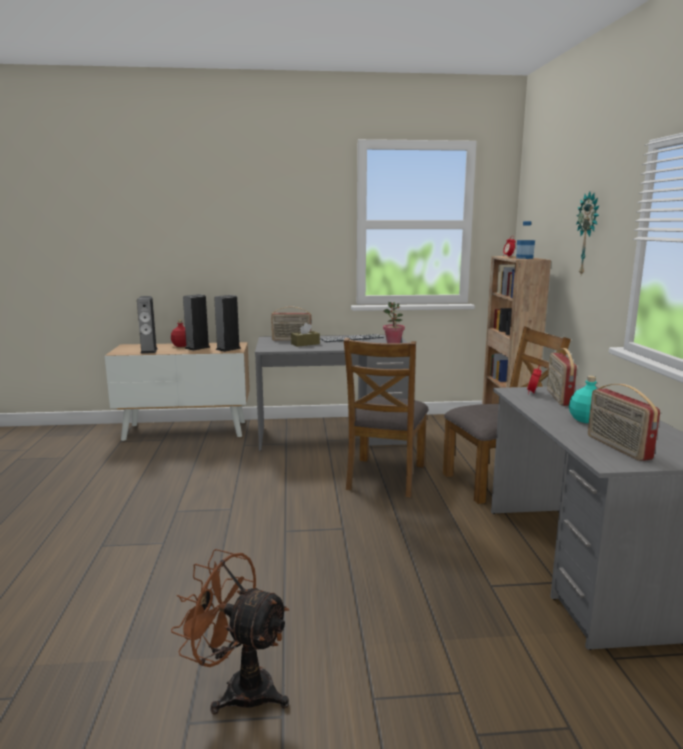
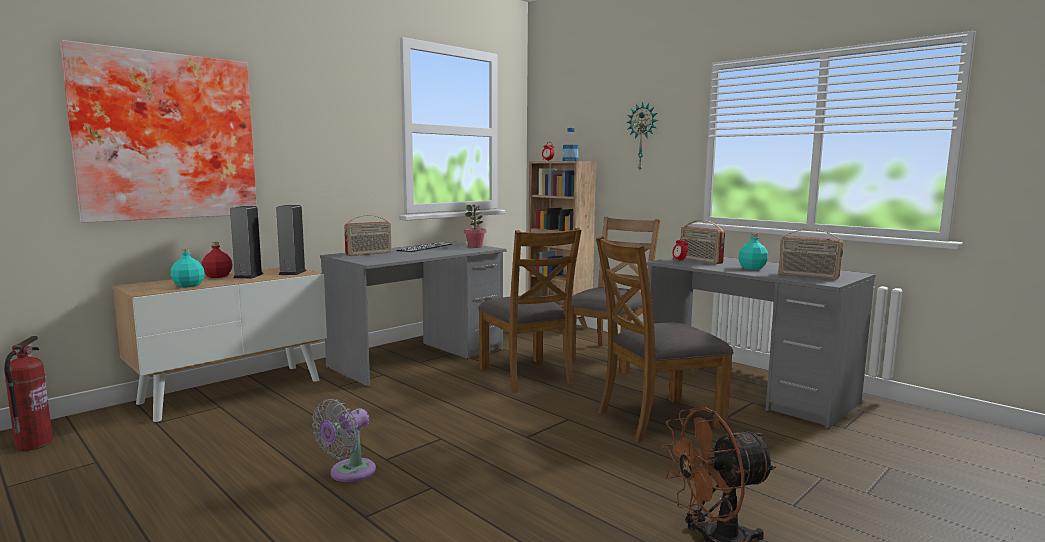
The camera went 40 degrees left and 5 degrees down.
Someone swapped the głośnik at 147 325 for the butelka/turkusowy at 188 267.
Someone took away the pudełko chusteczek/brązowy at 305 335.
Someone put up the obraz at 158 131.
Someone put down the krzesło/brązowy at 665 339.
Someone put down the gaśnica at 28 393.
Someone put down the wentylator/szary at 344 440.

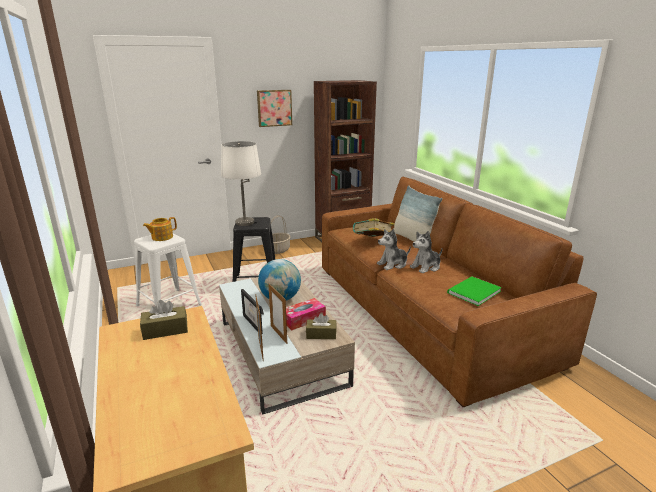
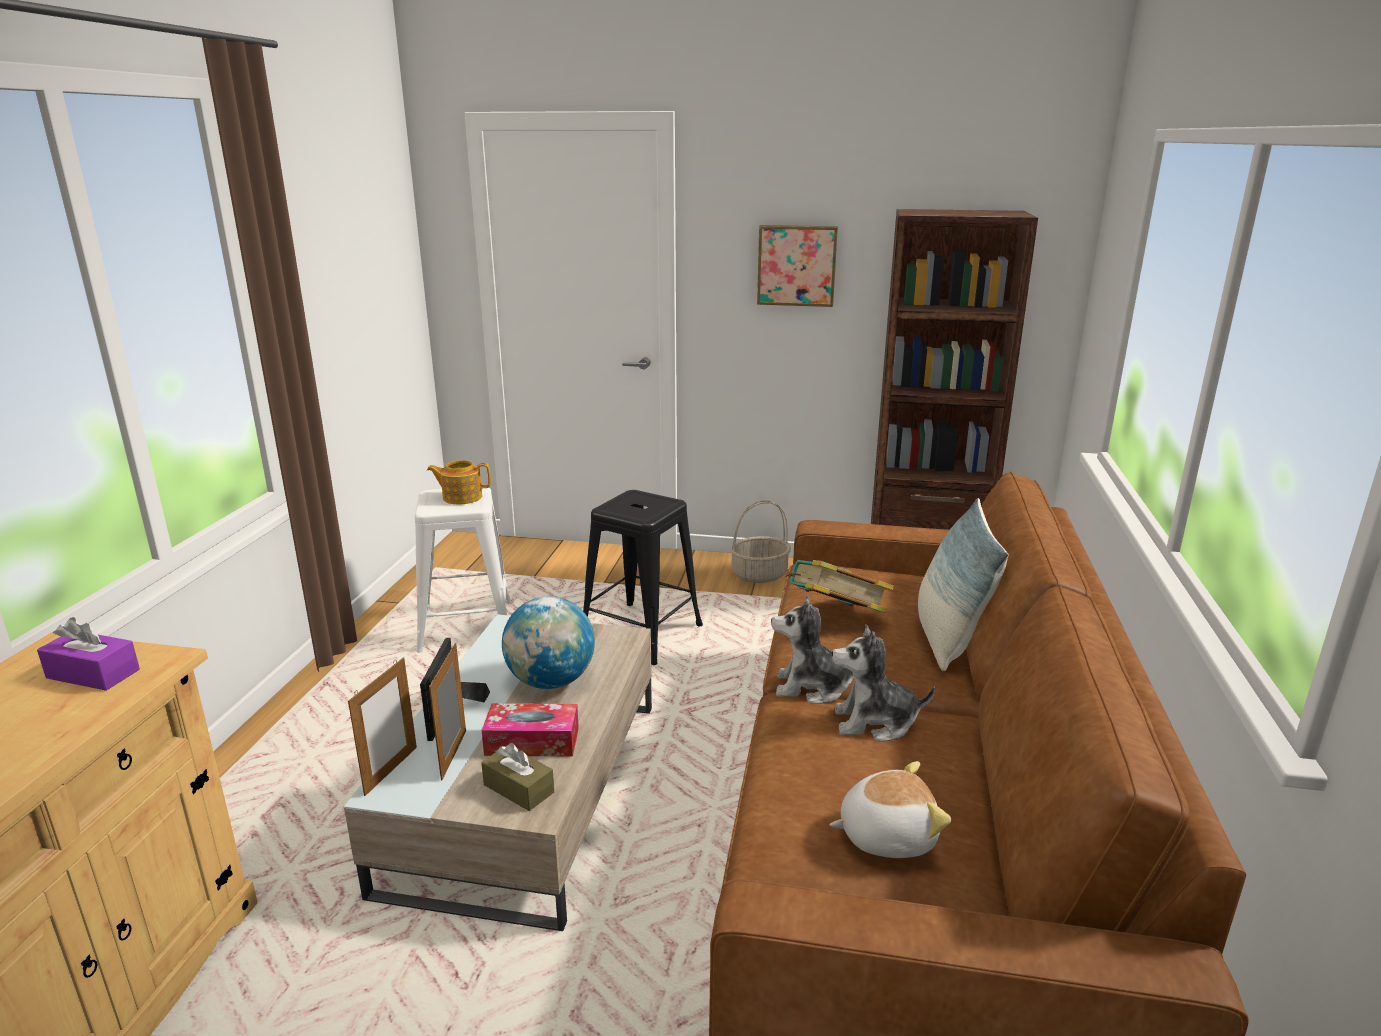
The camera went 35 degrees right and 0 degrees up.
Someone took away the lampa stołowa/biały at 241 183.
Someone swapped the książka/zielony at 474 291 for the pluszak at 890 809.
Someone repainted the pudełko chusteczek/brązowy at 164 320, which became the pudełko chusteczek/fioletowy at 88 654.

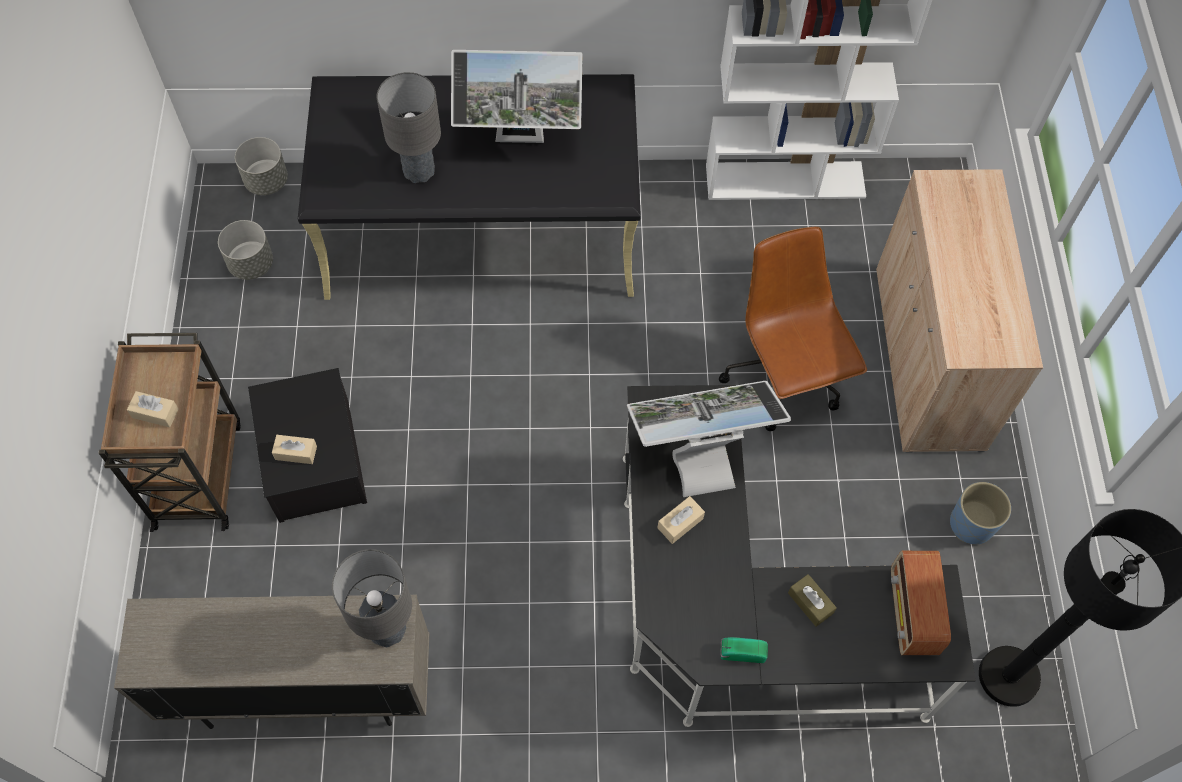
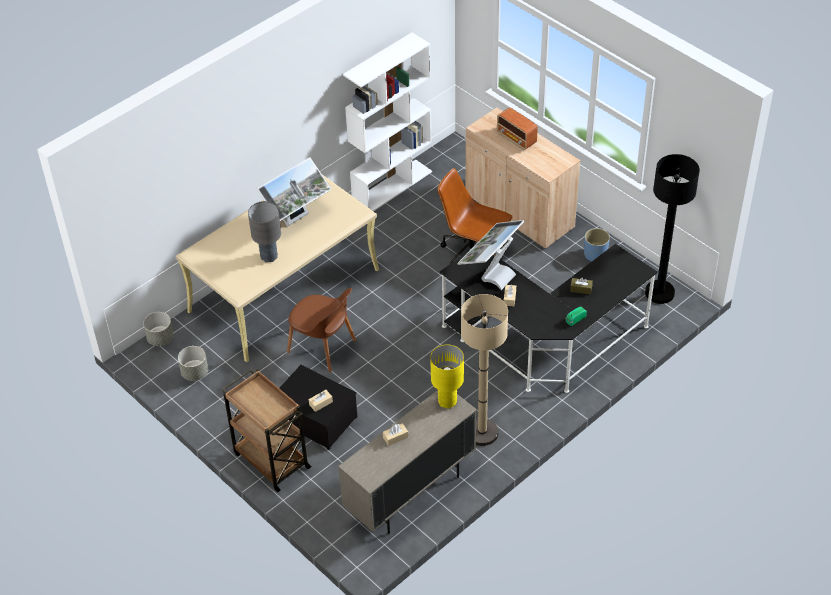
The camera went 40 degrees left and 15 degrees down.
Someone repainted the biurko/czarny at 469 187, which became the biurko/beżowy at 277 268.
Someone carried the pudełko chusteczek/beżowy from 153 409 to 395 434.
Someone repainted the lampa stołowa/szary at 372 598, which became the lampa stołowa/żółty at 447 377.
Someone carried the radio from 921 603 to 517 129.
Someone put down the krzesło/brązowy at 321 330.
Someone put down the lampa stojąca/beżowy at 484 370.

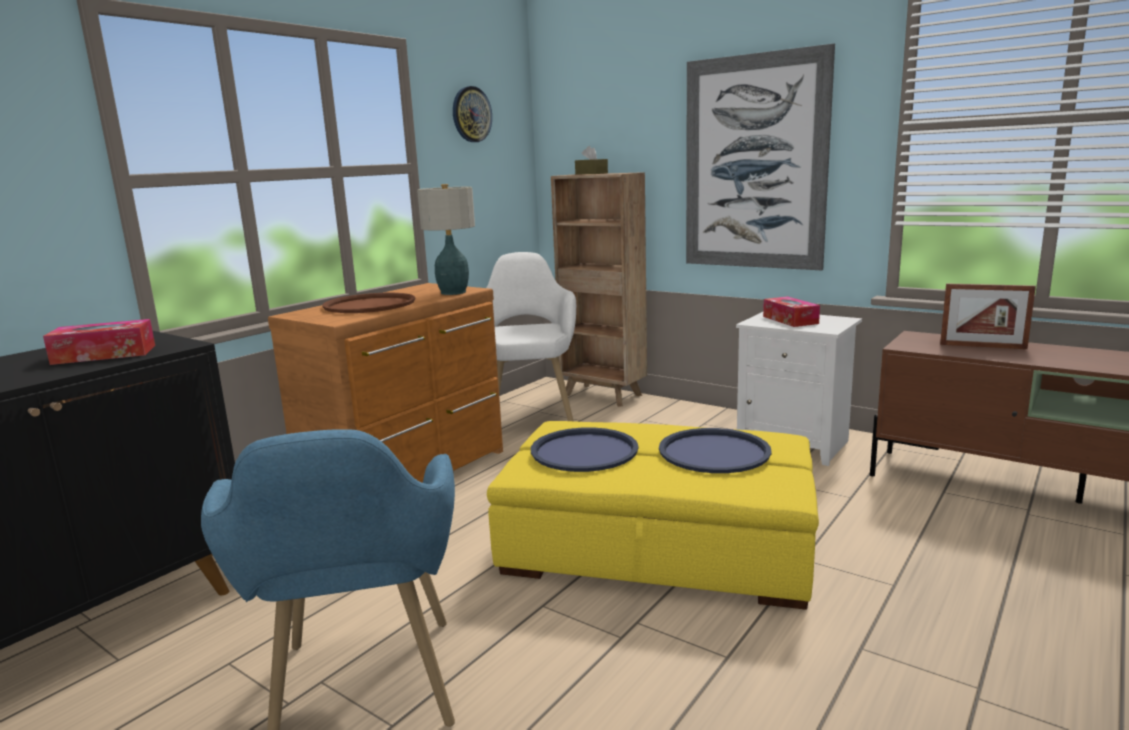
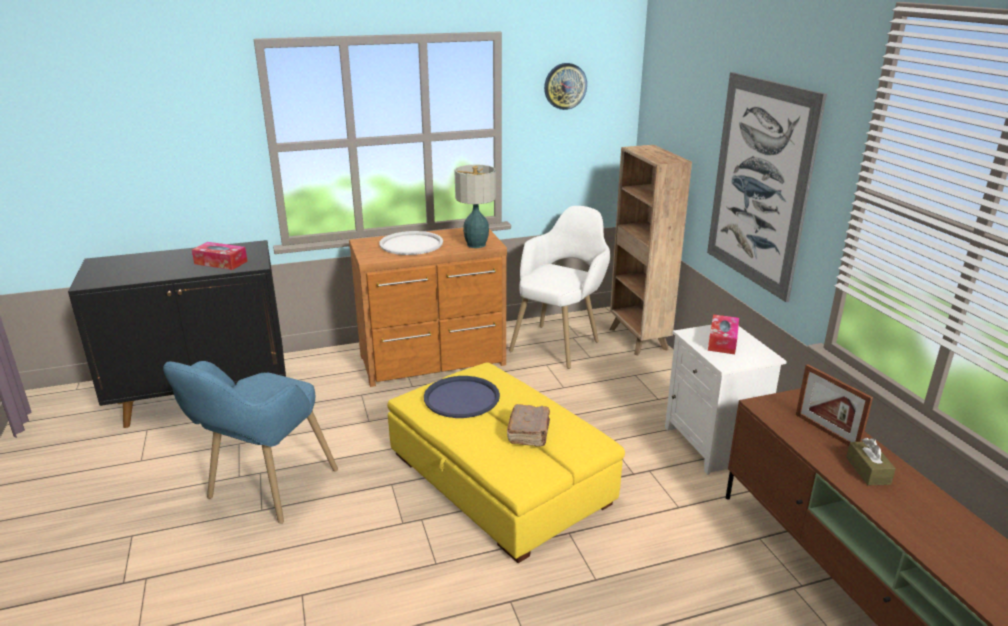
The camera went 35 degrees right and 10 degrees up.
Someone carried the pudełko chusteczek/brązowy from 591 160 to 871 461.
Someone repainted the taca/brązowy at 368 303, which became the taca/biały at 411 243.
Someone swapped the taca/niebieski at 715 450 for the książka/brązowy at 528 425.

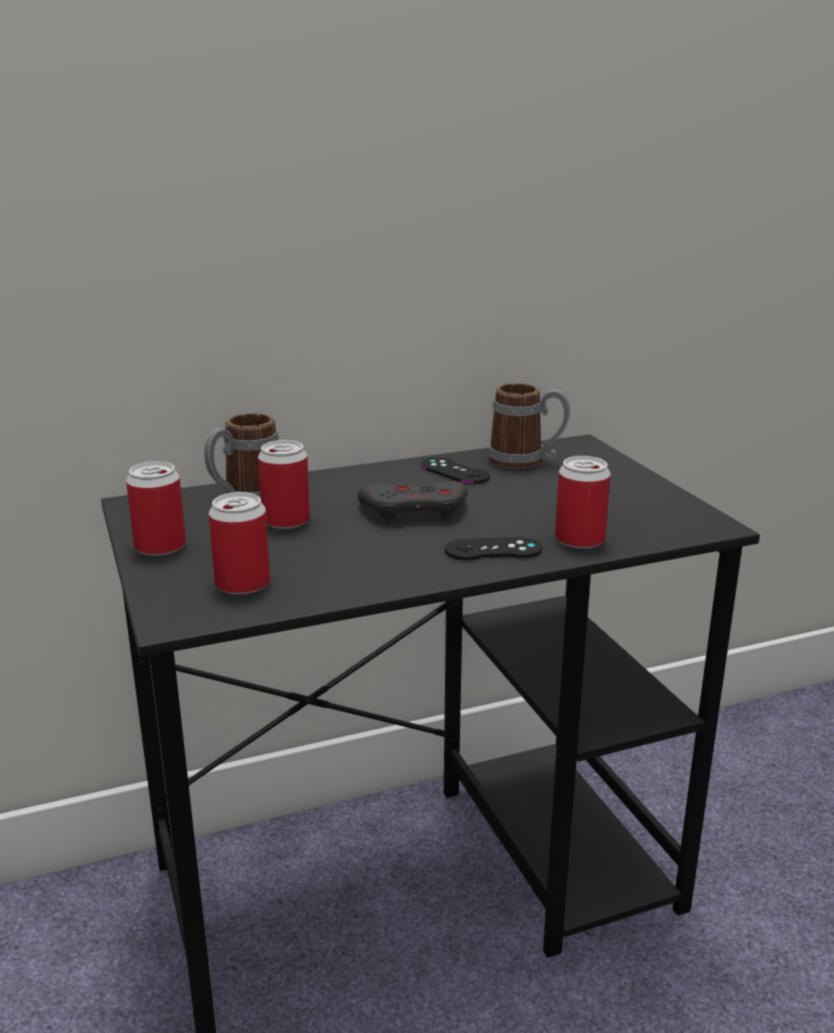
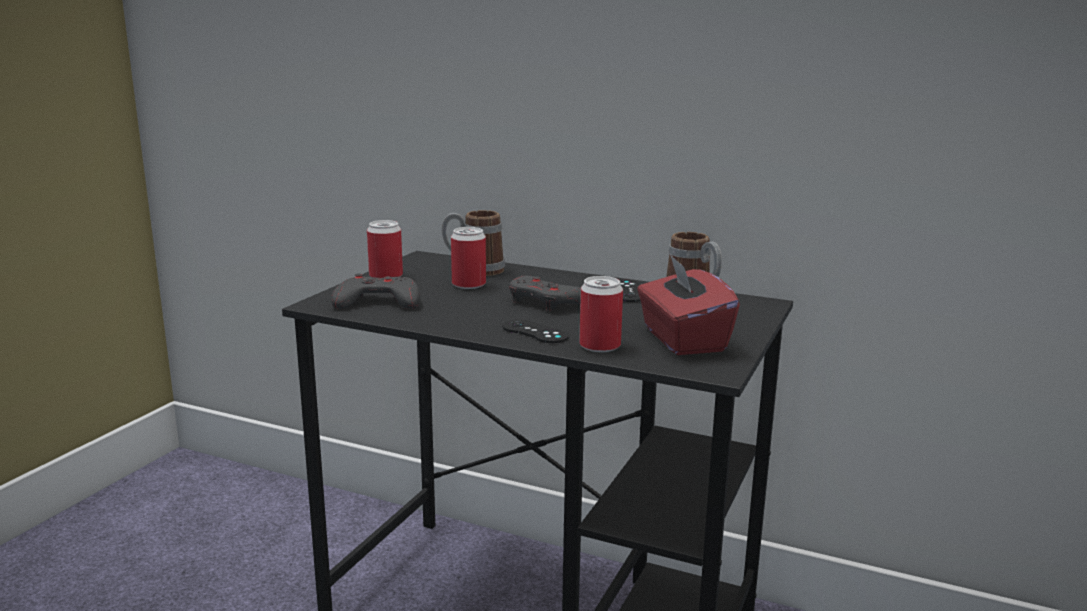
The camera went 45 degrees right and 5 degrees down.
Someone swapped the puszka at 239 543 for the pad do gier/szary at 375 291.
Someone put down the pudełko chusteczek/czerwony at 688 304.

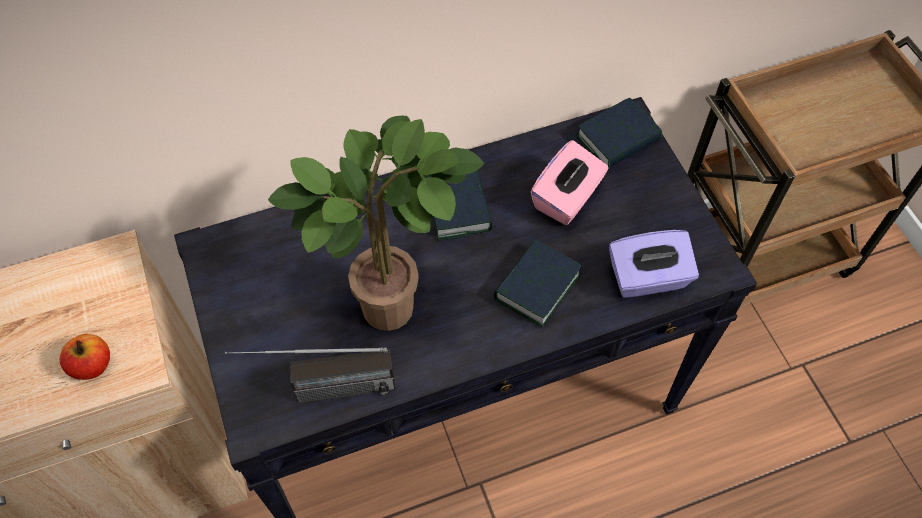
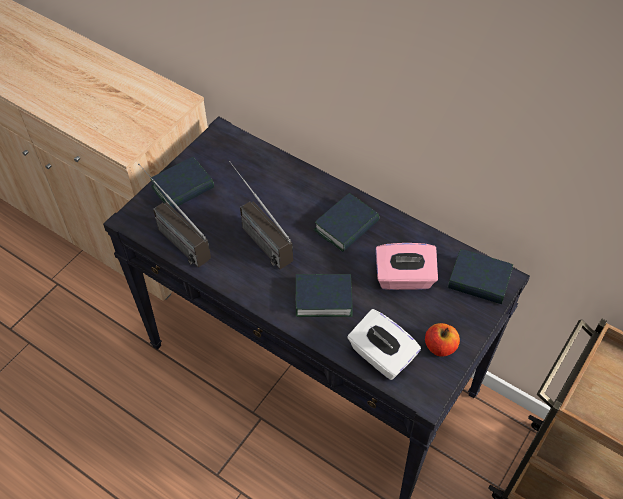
The camera went 55 degrees right and 5 degrees down.
Someone swapped the roślina doniczkowa at 376 223 for the radio at 261 215.
Someone repainted the pudełko chusteczek/fioletowy at 654 264, which became the pudełko chusteczek/biały at 384 344.
Someone carried the jabłko from 85 357 to 442 340.
Someone put down the książka at 182 183.

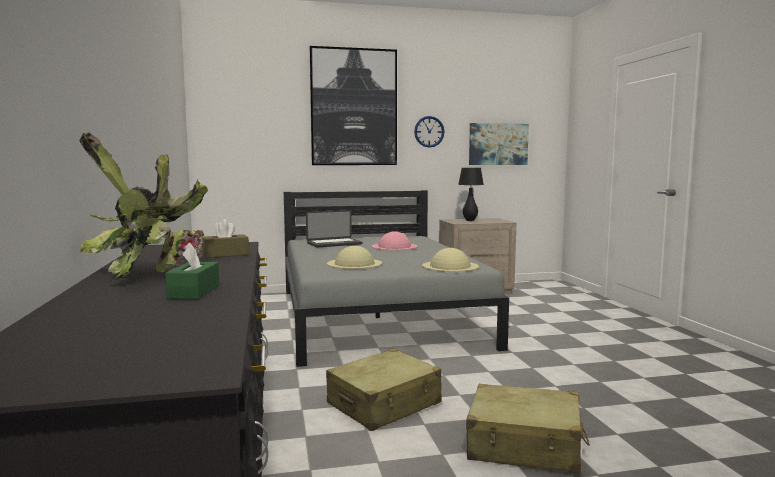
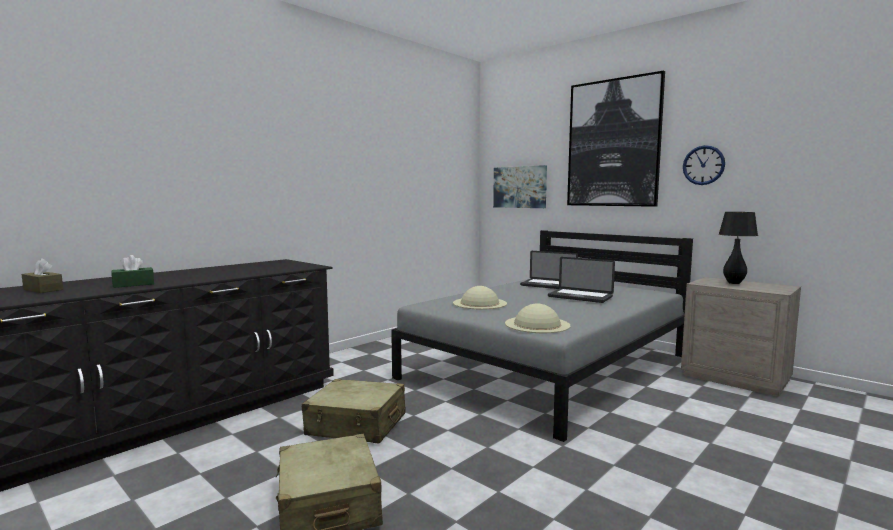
The camera went 55 degrees right and 0 degrees up.
Someone carried the obraz from 499 144 to 520 186.
Someone took away the roślina doniczkowa at 143 207.
Someone carried the pudełko chusteczek/brązowy from 225 238 to 42 275.
Someone swapped the kapelusz/różowy at 394 240 for the laptop at 581 280.

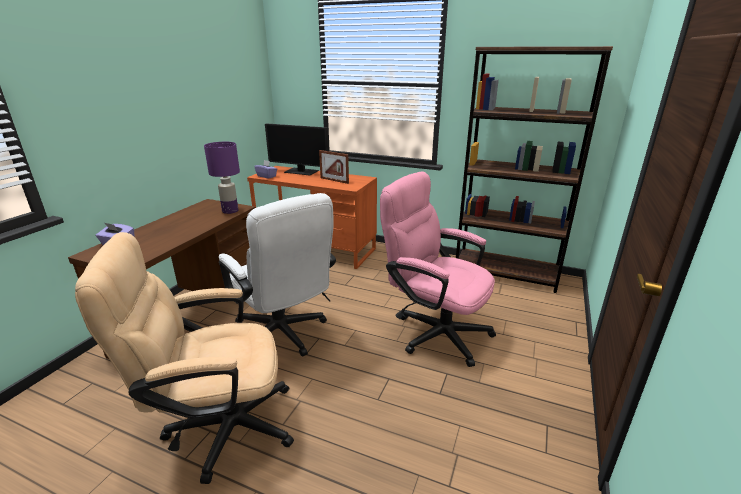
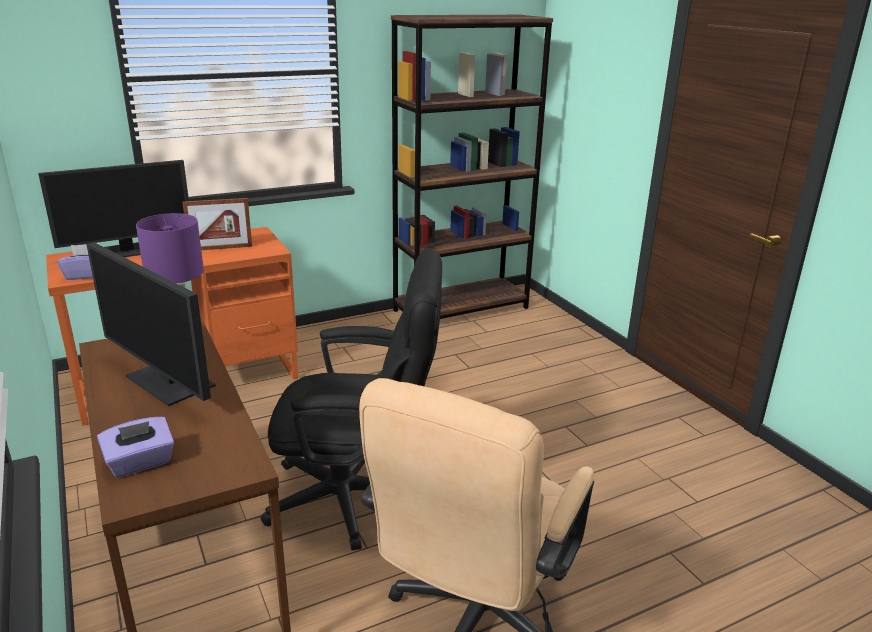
The camera went 50 degrees left and 0 degrees up.
Someone took away the krzesło biurowe/różowy at 438 269.
Someone repainted the krzesło biurowe/biały at 277 274, which became the krzesło biurowe/czarny at 351 399.
Someone put down the monitor at 151 324.

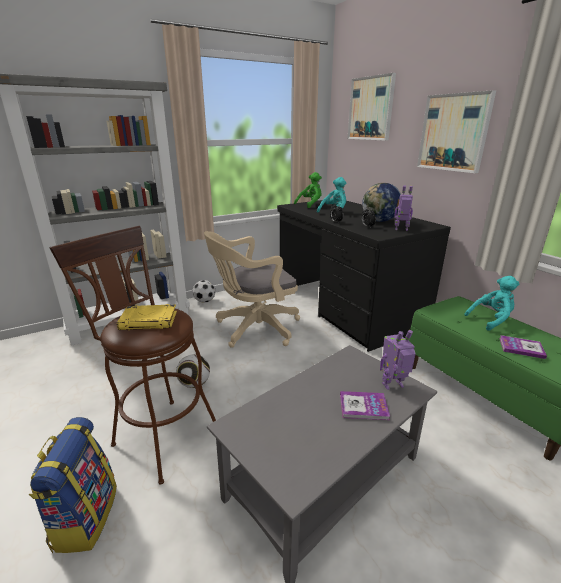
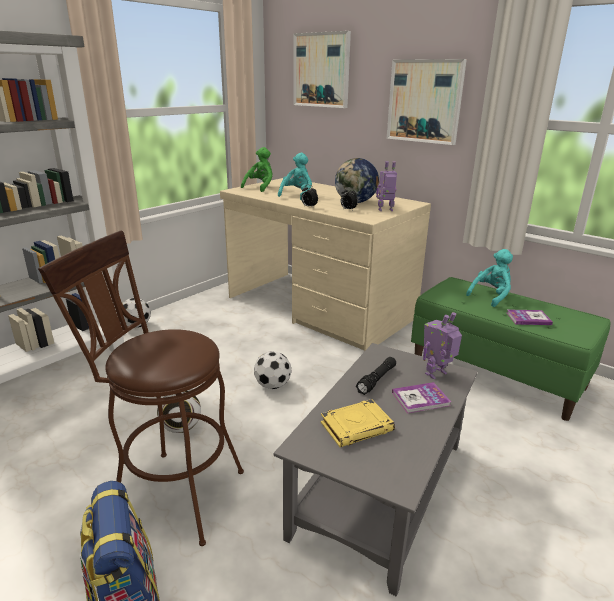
The camera went 20 degrees left and 0 degrees up.
Someone repainted the biurko/czarny at 364 276, which became the biurko/beżowy at 325 265.
Someone took away the krzesło biurowe/beżowy at 252 289.
Someone carried the książka/żółty from 147 317 to 358 423.
Someone put down the piłka futbolowa at 272 370.
Someone put down the latarka/czarny at 376 376.

